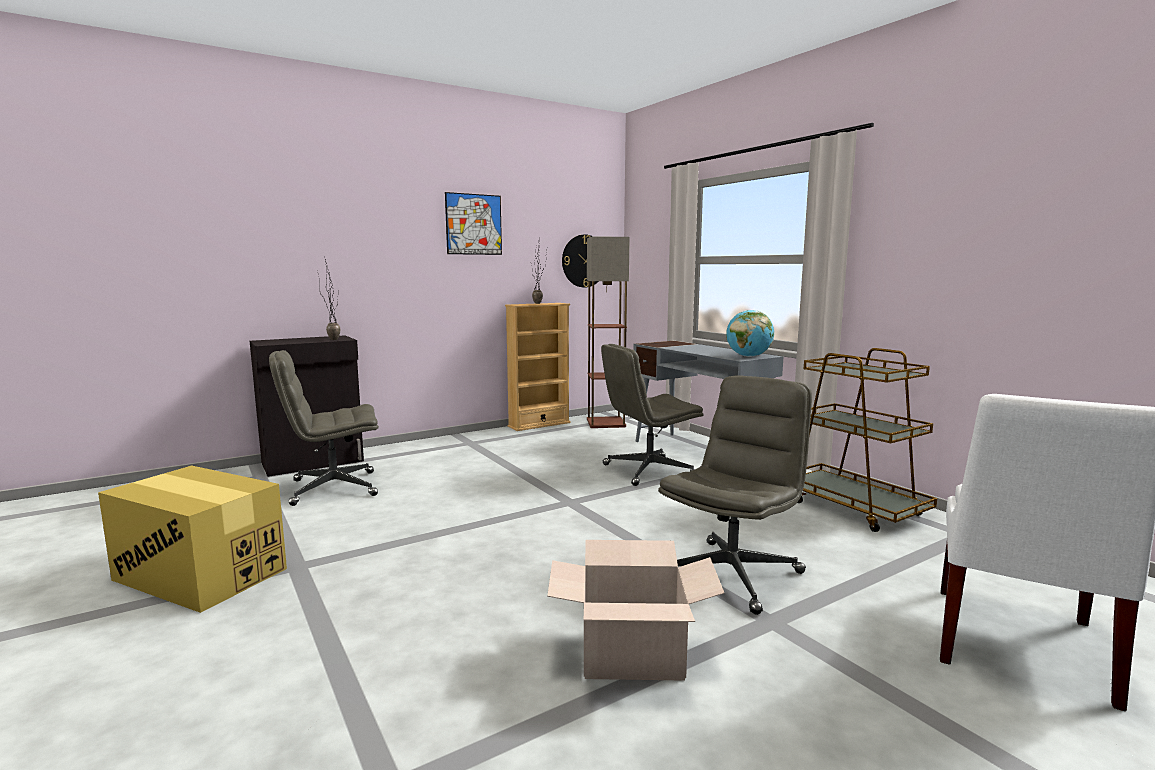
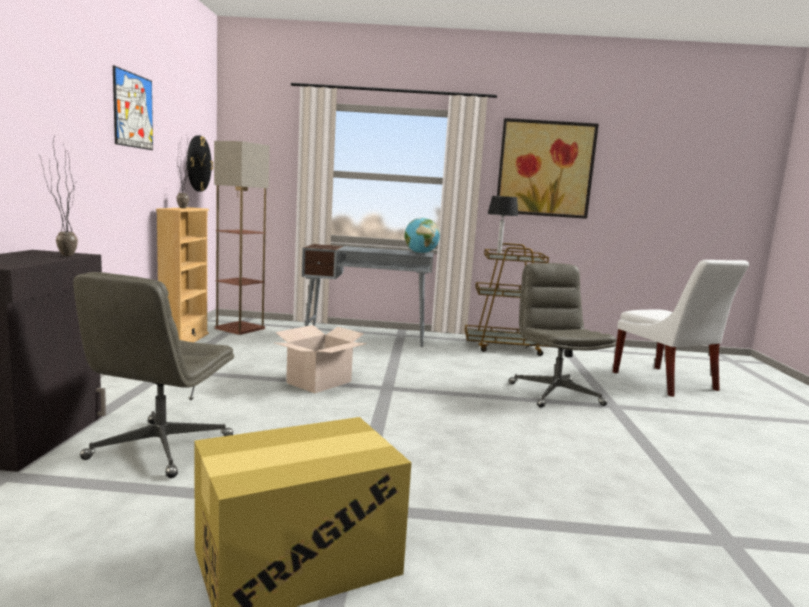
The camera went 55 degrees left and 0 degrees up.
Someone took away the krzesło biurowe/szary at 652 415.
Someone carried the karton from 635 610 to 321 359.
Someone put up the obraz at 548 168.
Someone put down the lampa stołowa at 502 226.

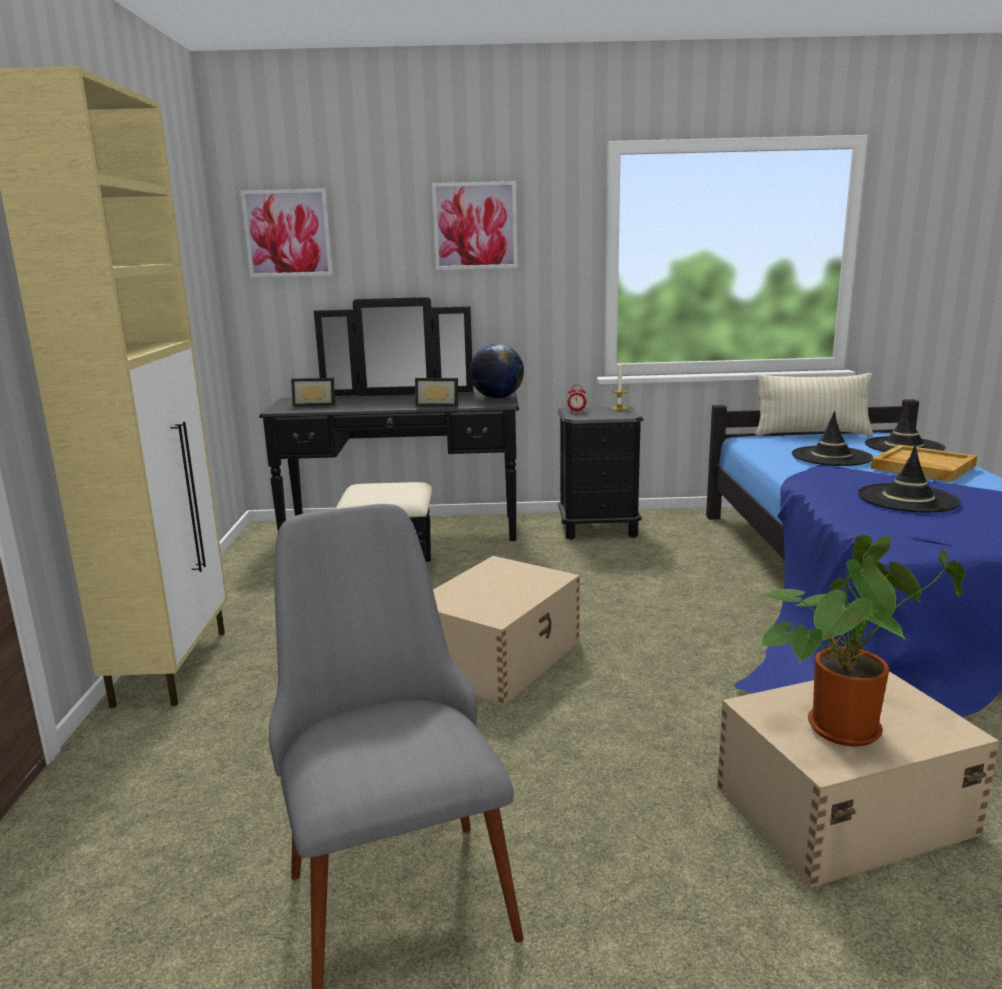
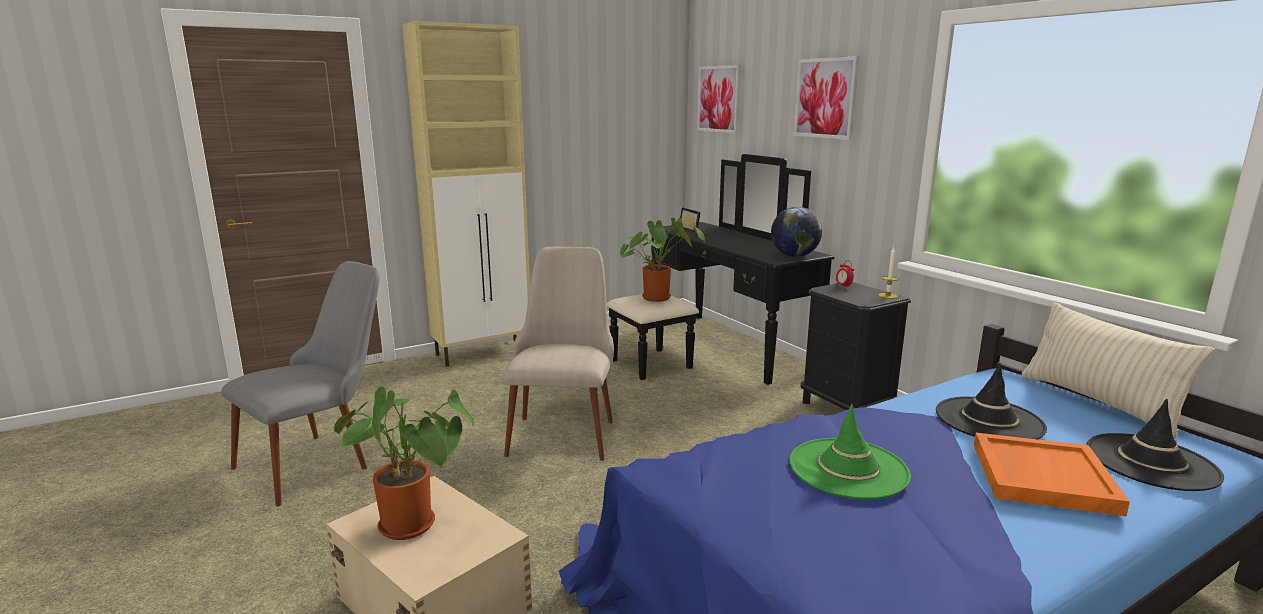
The camera went 60 degrees right and 0 degrees up.
Someone took away the ramka na zdjęcie at 436 392.
Someone repainted the kapelusz/czarny at 909 478, which became the kapelusz/zielony at 850 451.
Someone repainted the taca/beżowy at 924 463, which became the taca/pomarańczowy at 1052 474.
Someone swapped the pojemnik do przechowywania/beżowy at 506 630 for the krzesło/beżowy at 558 353.
Someone put down the roślina doniczkowa at 662 260.

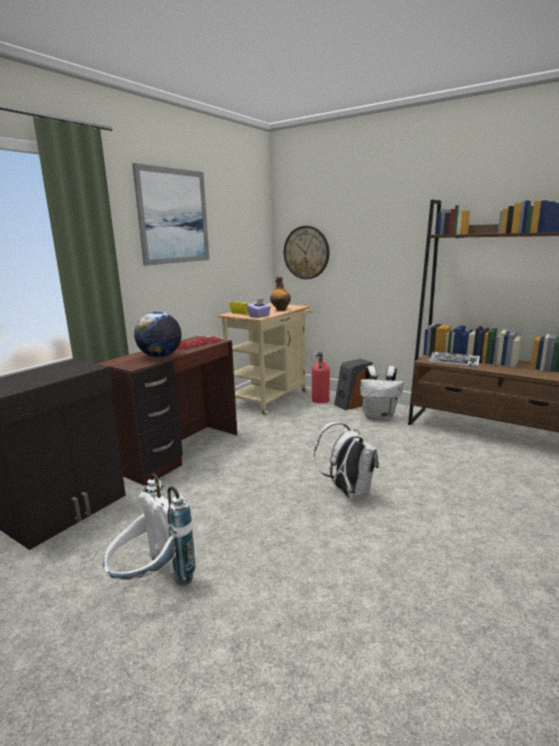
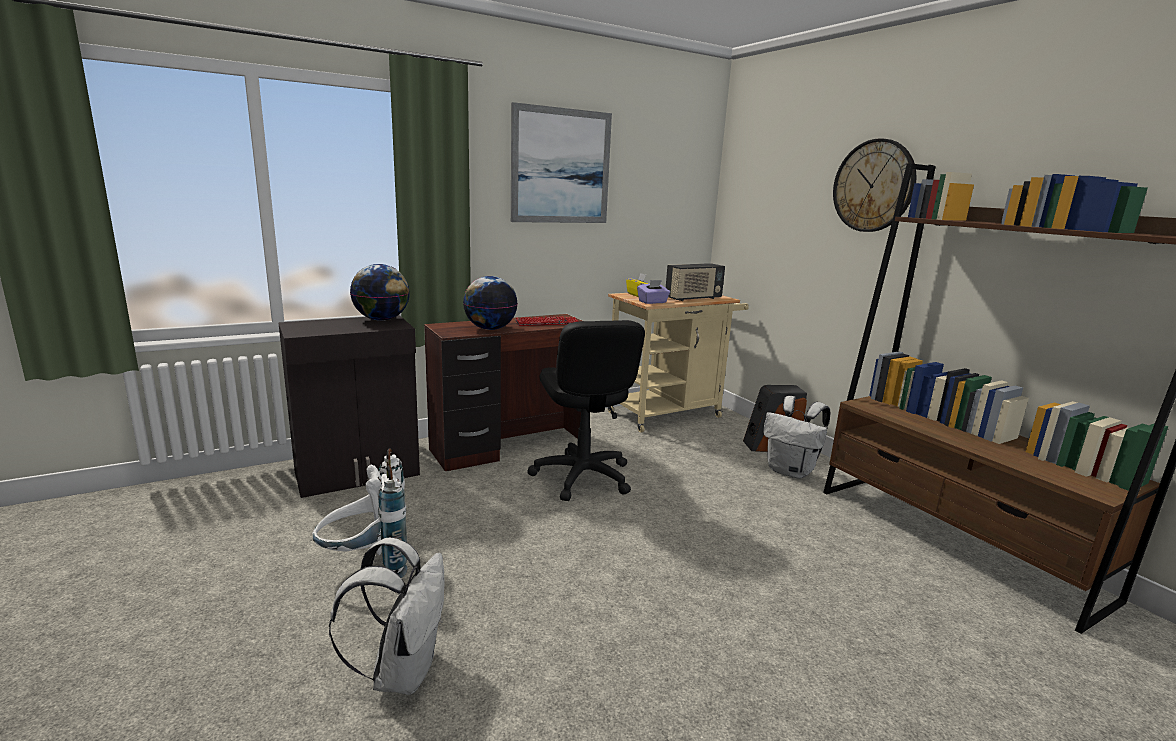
The camera went 25 degrees right and 0 degrees up.
Someone carried the zegar ścienny from 306 252 to 874 185.
Someone swapped the butelka at 280 294 for the radio at 695 282.
Someone took away the gaśnica at 320 377.
Someone took away the klawiatura at 455 359.
Someone carried the plecak/biały from 346 460 to 387 616.
Someone put down the globus at 380 292.
Someone put down the krzesło biurowe/czarny at 586 410.

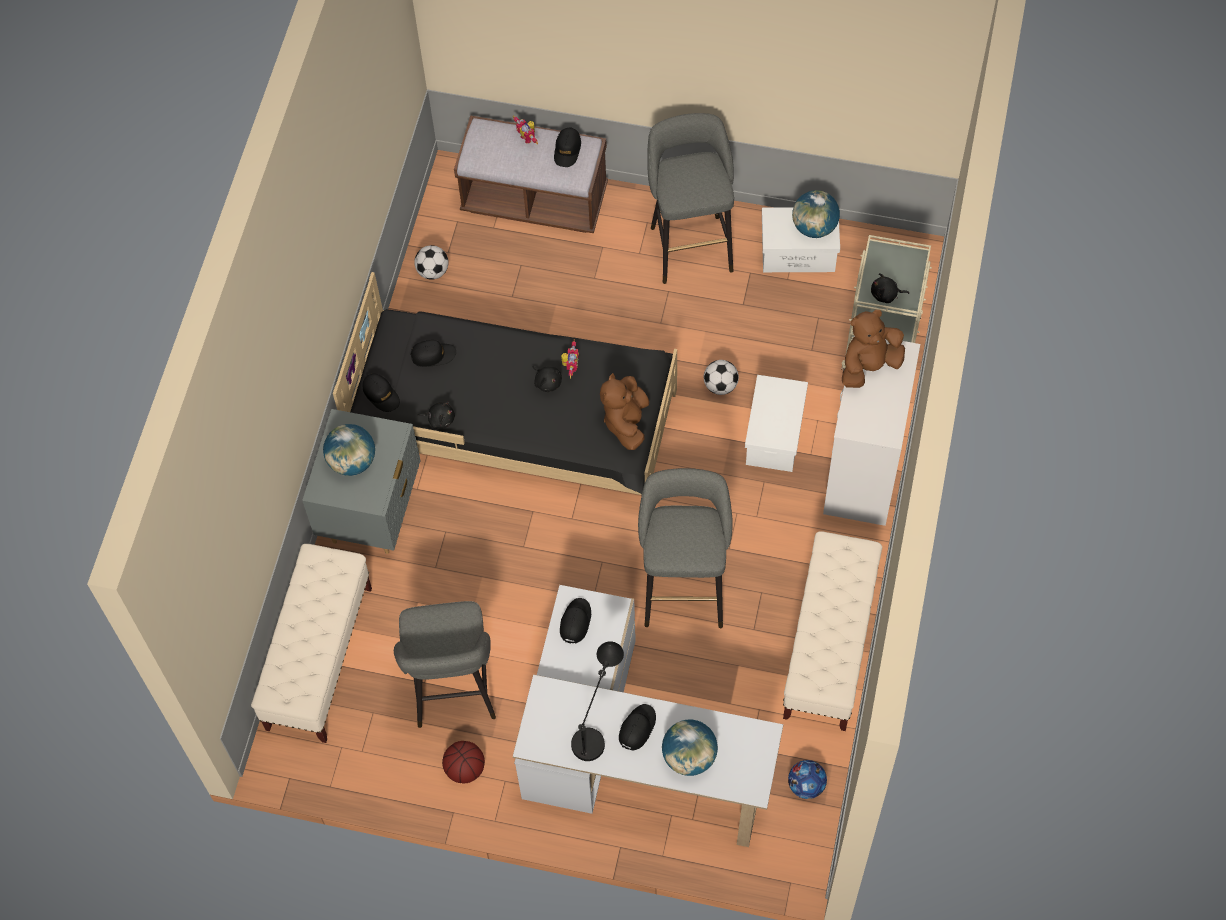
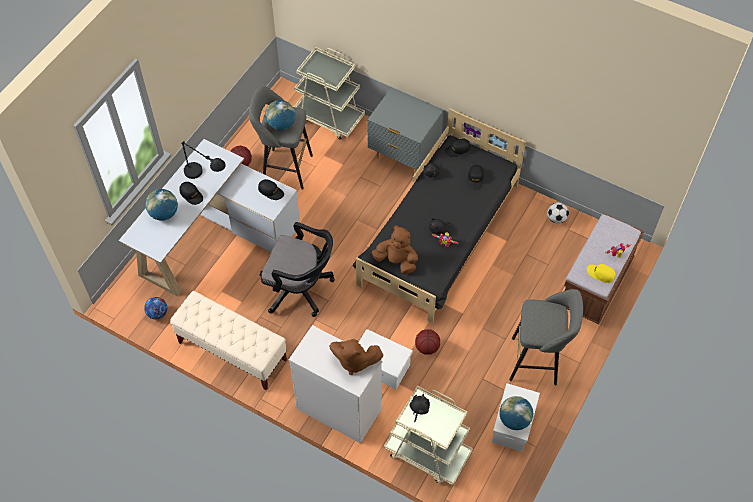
The camera went 105 degrees right and 5 degrees down.
Someone repainted the czapka z daszkiem/czarny at 567 147, which became the czapka z daszkiem/żółty at 601 273.
Someone rotated the pluszak/brązowy at 873 349 by 120 degrees clockwise.
Someone swapped the piłka futbolowa at 721 377 for the piłka do koszykówki at 427 342.
Someone carried the globus from 349 450 to 280 115.
Someone swapped the stołek/szary at 685 548 for the krzesło biurowe/czarny at 297 269.
Someone swapped the ławka/beżowy at 311 643 for the wózek/beżowy at 329 93.

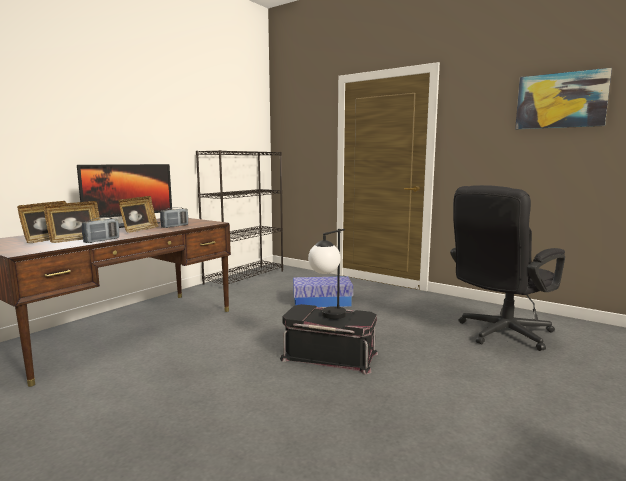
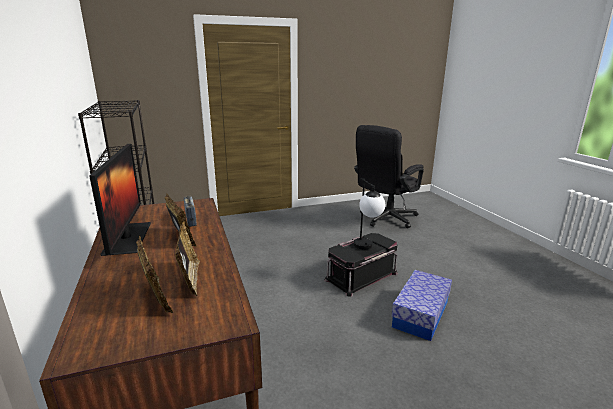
The camera went 55 degrees left and 10 degrees up.
Someone took away the obraz at 563 98.
Someone rotated the krzesło biurowe/czarny at 507 268 by 45 degrees clockwise.
Someone took away the radio at 100 230.
Someone carried the pojemnik do przechowywania from 323 291 to 421 305.

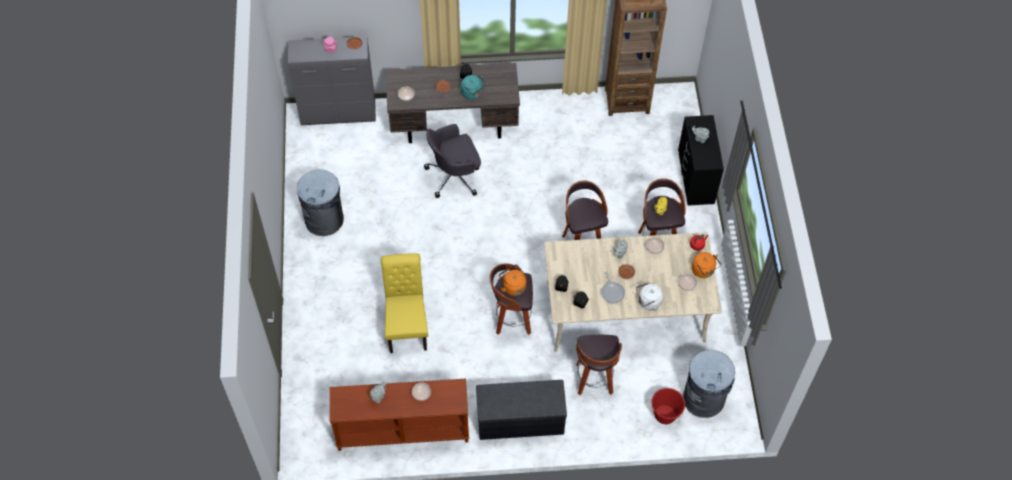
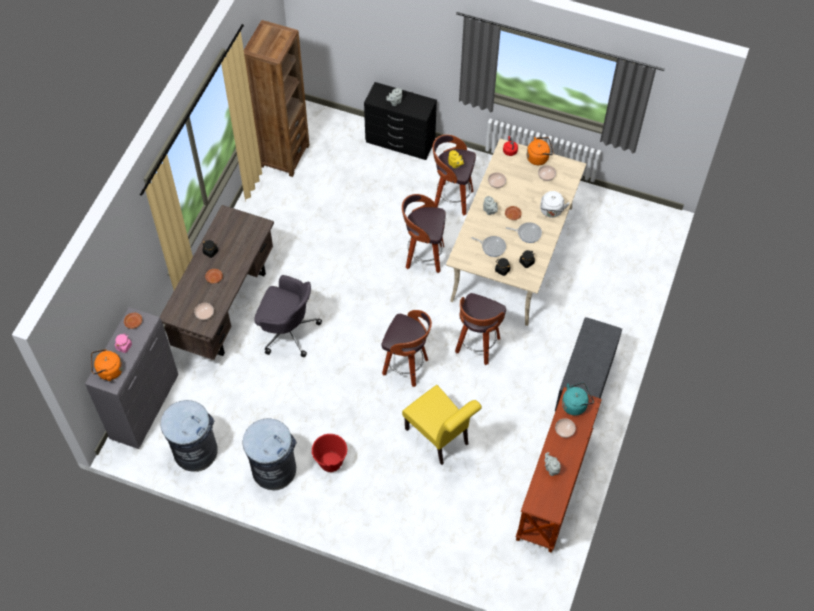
The camera went 65 degrees left and 0 degrees up.
Someone carried the czajnik/turkusowy from 473 87 to 578 399.
Someone rotated the krzesło biurowe/szary at 452 161 by 75 degrees counterclockwise.
Someone rotated the krzesło/żółty at 404 303 by 150 degrees counterclockwise.
Someone carried the czajnik/pomarańczowy from 512 280 to 107 365.
Someone carried the stołek from 599 365 to 406 348.
Someone carried the kosz na śmieci/szary from 709 384 to 189 436.
Someone carried the wiadro/czerwony from 668 406 to 329 453.
Someone put down the patelnia at 488 246.

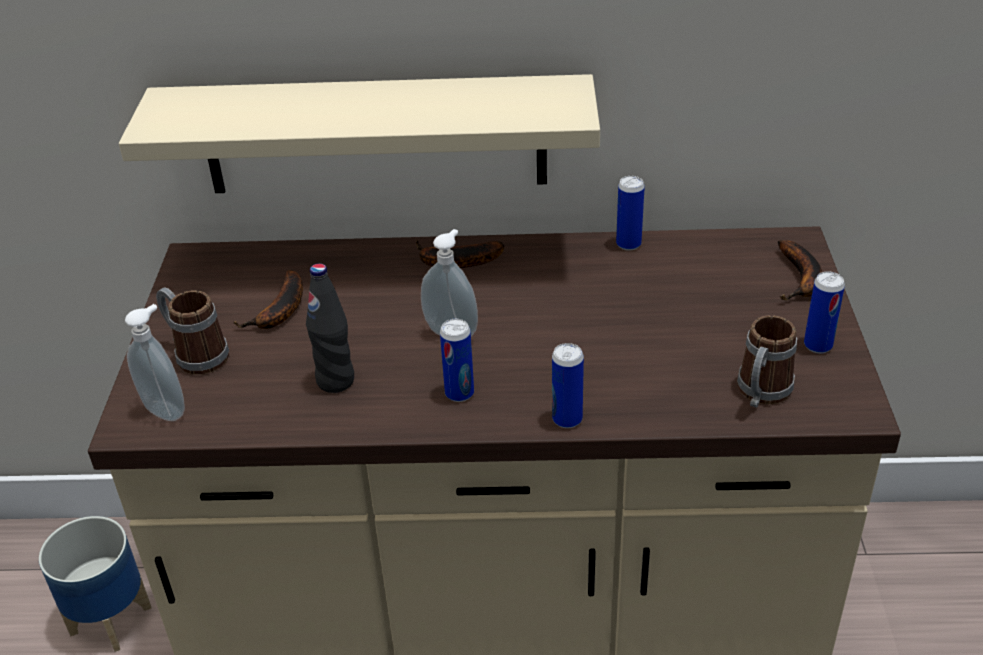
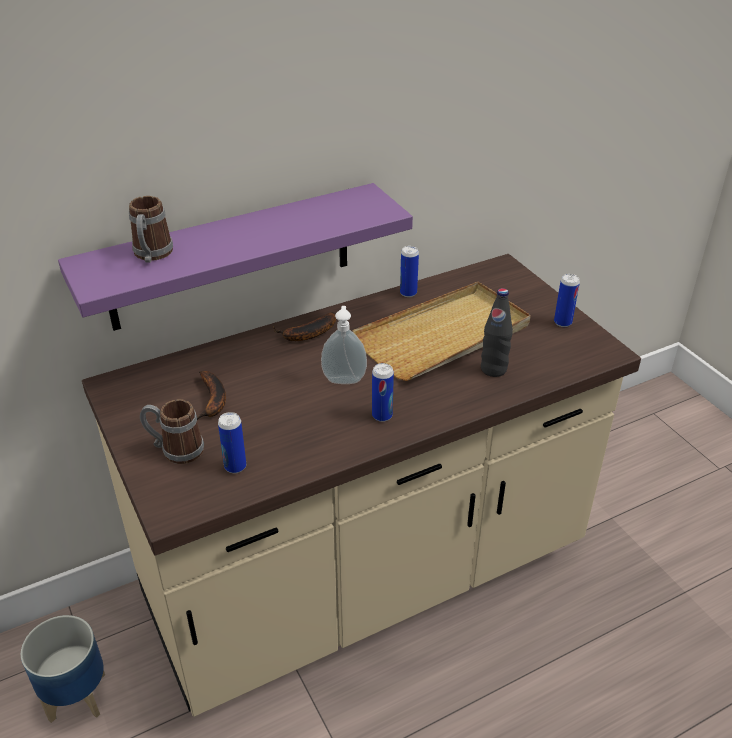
The camera went 30 degrees left and 0 degrees up.
Someone repainted the półka/beżowy at 359 133, which became the półka/fioletowy at 235 257.
Someone took away the banan at 800 270.
Someone carried the butelka/czarny from 330 328 to 497 332.
Someone took away the dozownik mydła at 155 362.
Someone carried the kubek from 767 361 to 151 229.
Someone carried the puszka from 568 385 to 232 442.
Someone put down the taca/beżowy at 441 331.

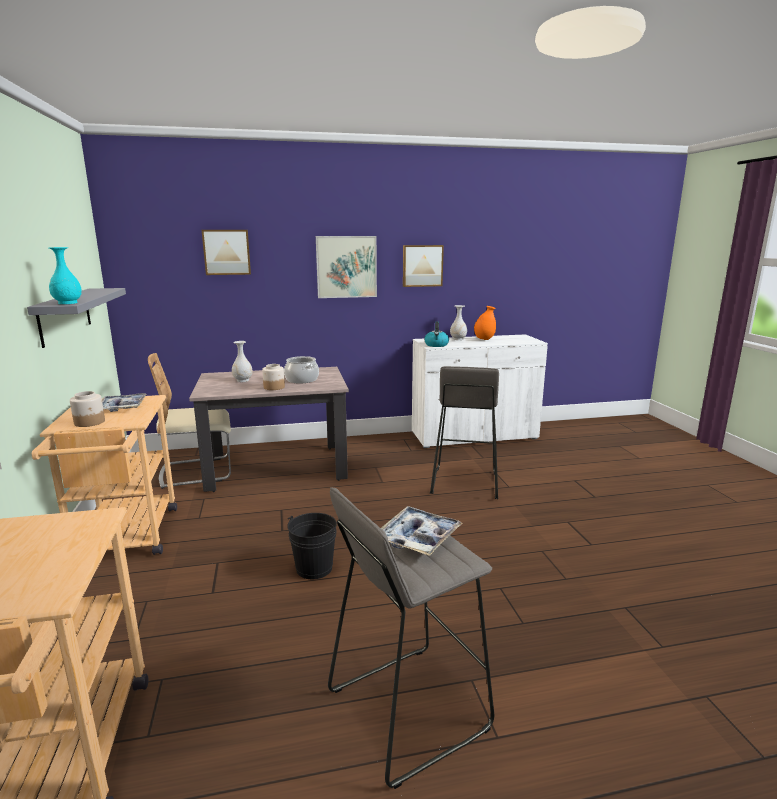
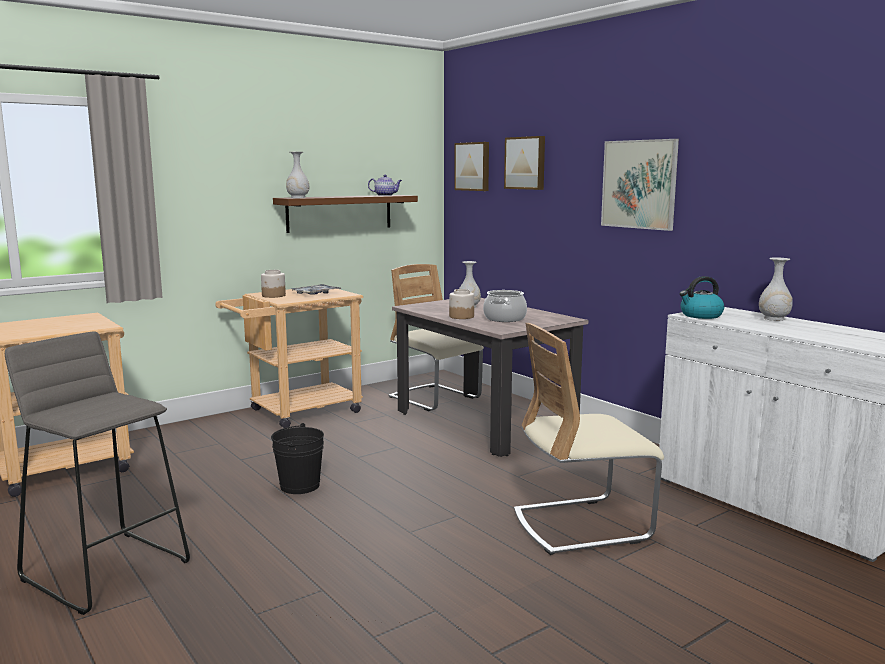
The camera went 65 degrees right and 5 degrees down.
Someone carried the obraz from 423 266 to 471 166.
Someone repainted the wazon/turkusowy at 65 275, which became the wazon/biały at 297 175.
Someone repainted the półka/szary at 76 318, which became the półka/brązowy at 345 214.
Someone took away the wazon/pomarańczowy at 485 323.
Someone swapped the stołek/szary at 464 432 for the krzesło/beżowy at 589 439.
Someone took away the taca at 422 531.
Someone put down the imbryk at 385 185.

